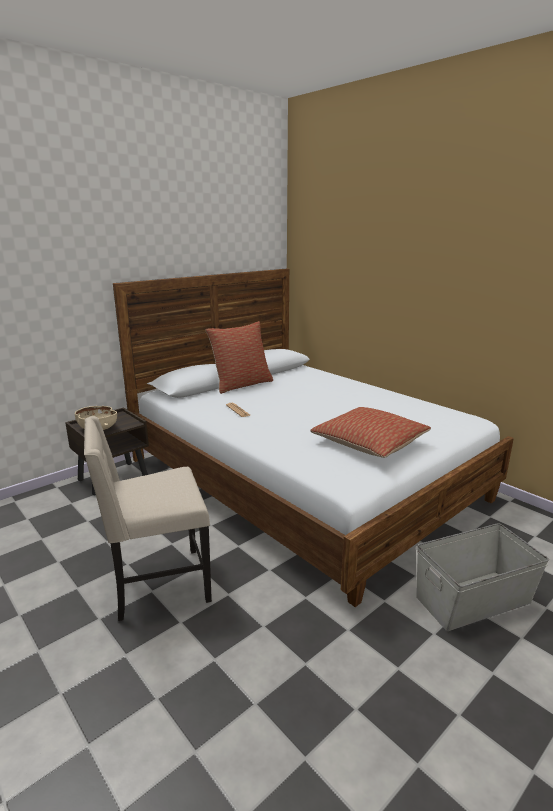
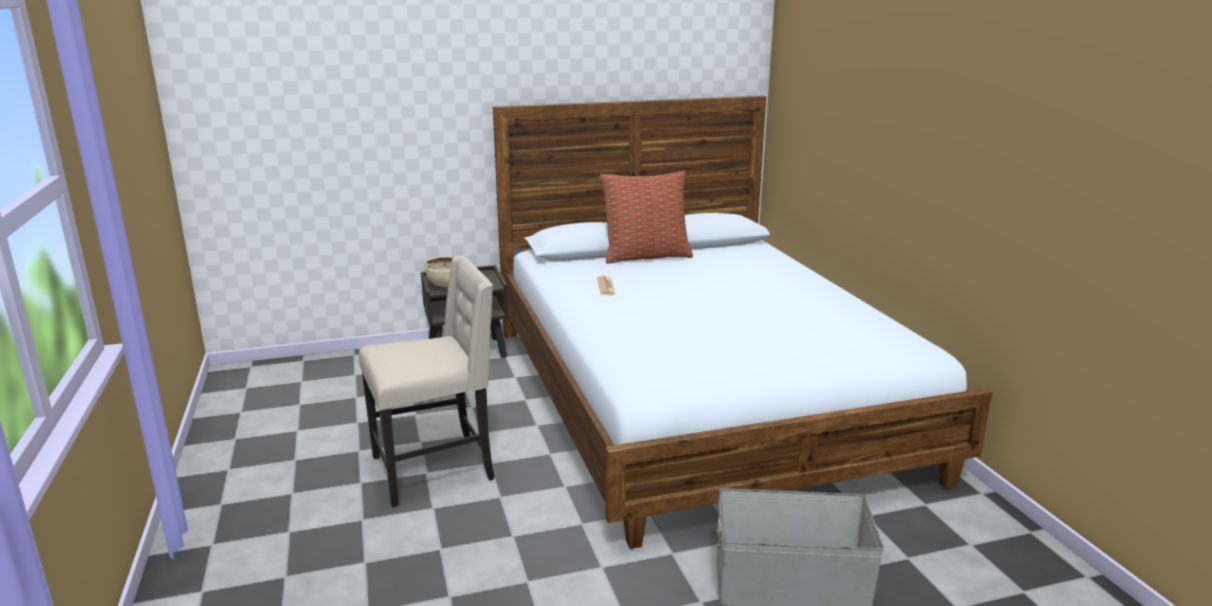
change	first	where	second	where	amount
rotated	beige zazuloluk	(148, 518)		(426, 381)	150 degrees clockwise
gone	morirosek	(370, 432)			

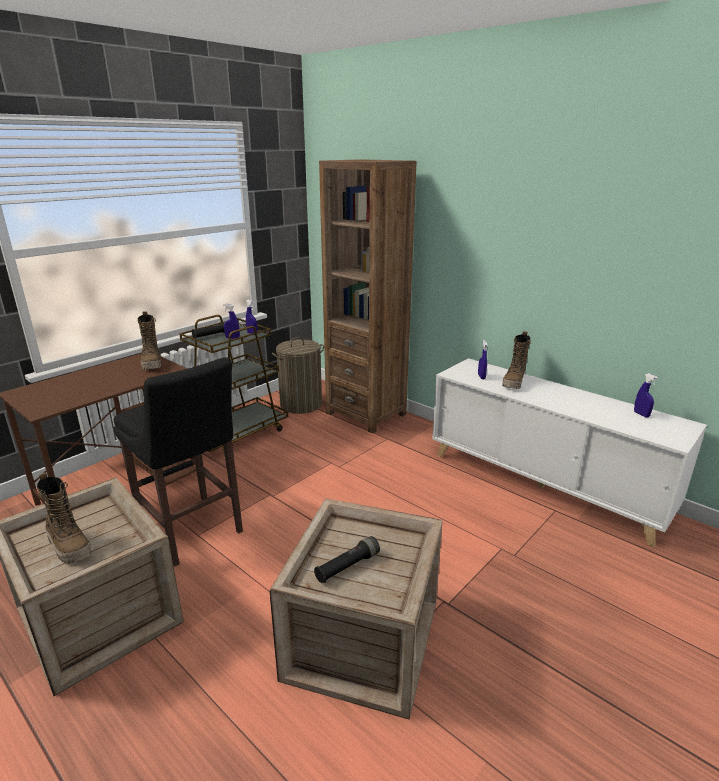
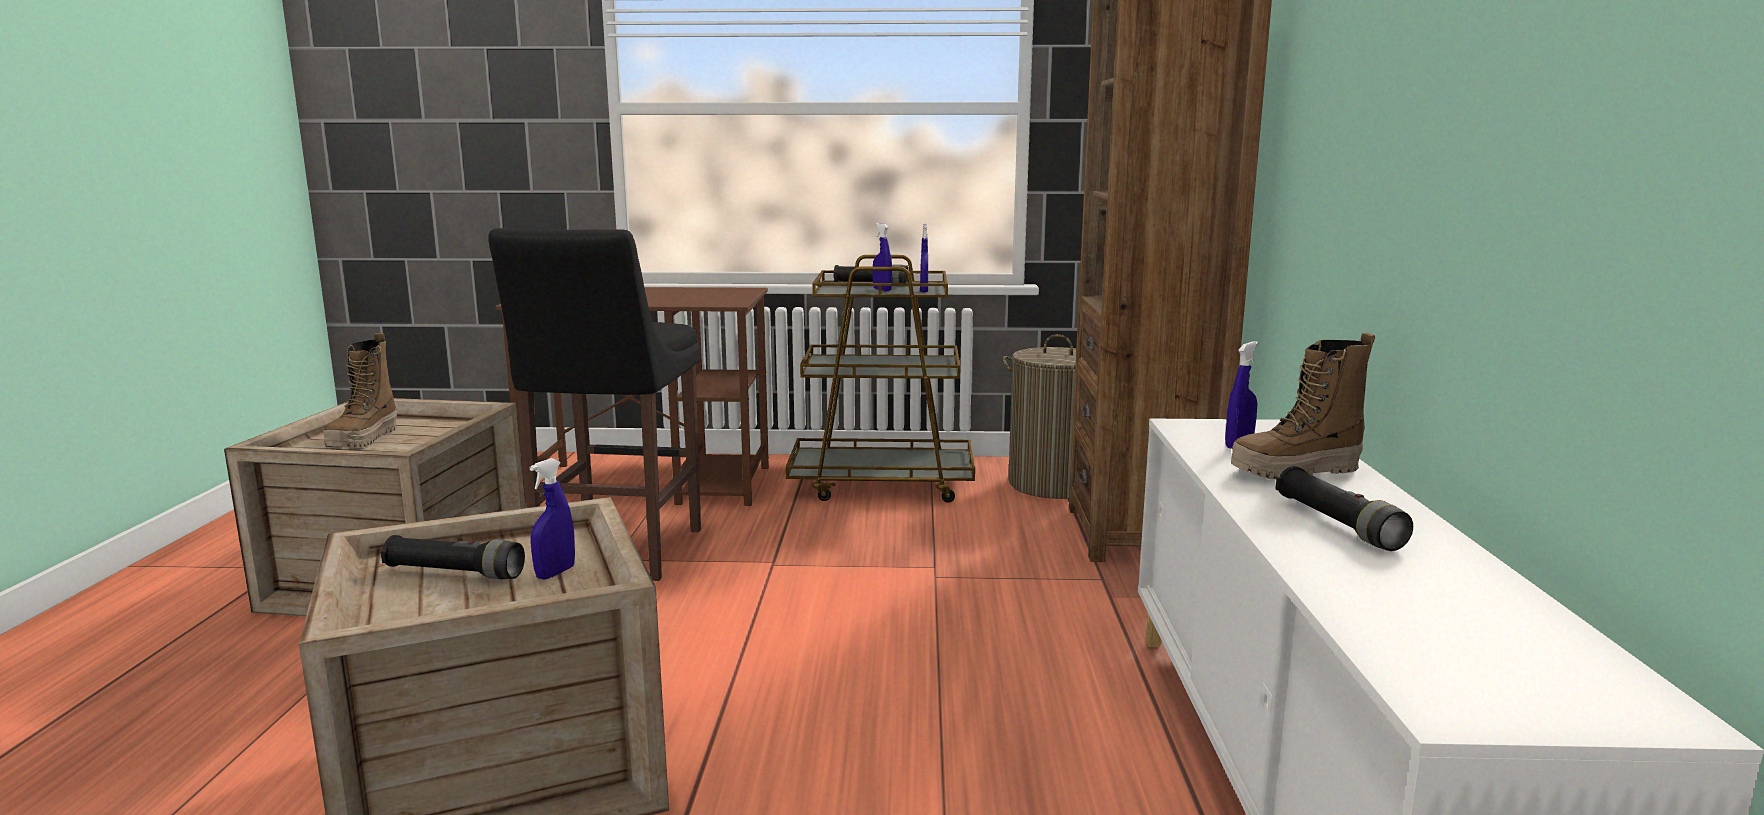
change	first	where	second	where	amount
gone	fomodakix	(149, 340)			
shifted	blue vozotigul	(646, 395)		(552, 519)	
new			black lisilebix	(1344, 508)	

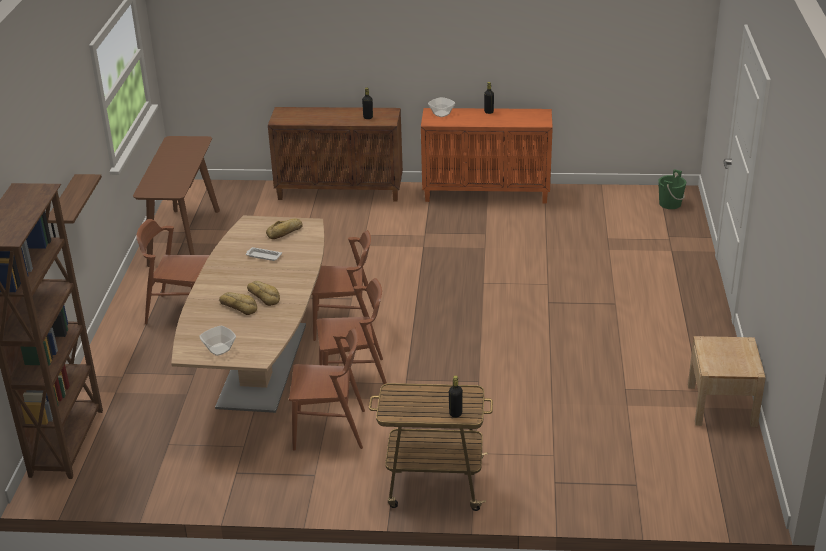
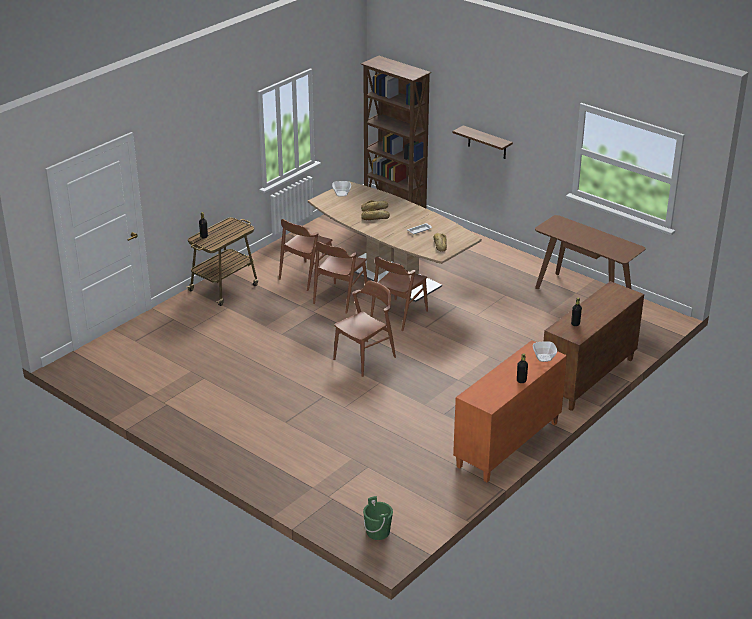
change	first	where	second	where	amount
shifted	brown zazuloluk	(173, 271)		(364, 328)	
gone	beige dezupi	(727, 381)			

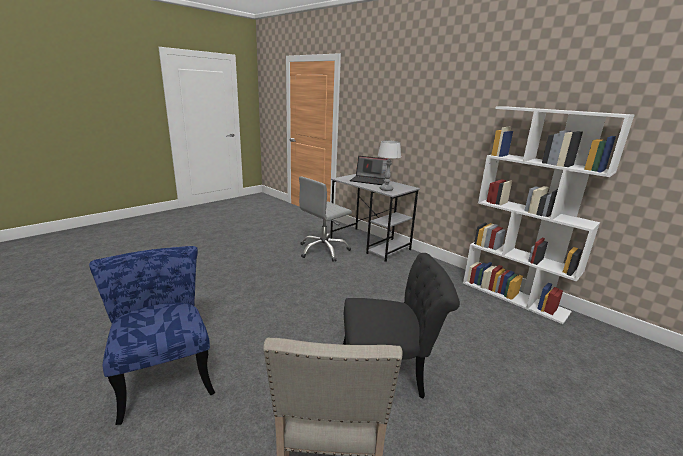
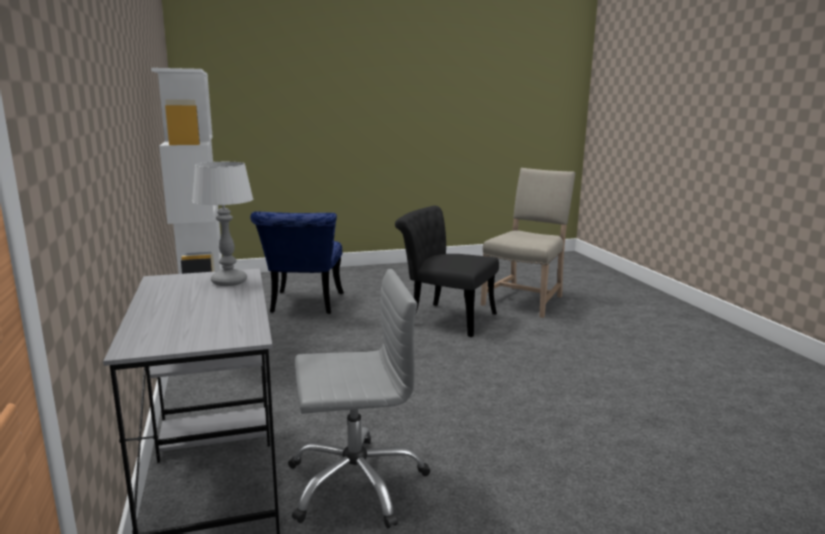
change	first	where	second	where	amount
shifted	blue zazuloluk	(152, 335)		(297, 262)	
gone	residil	(369, 170)			

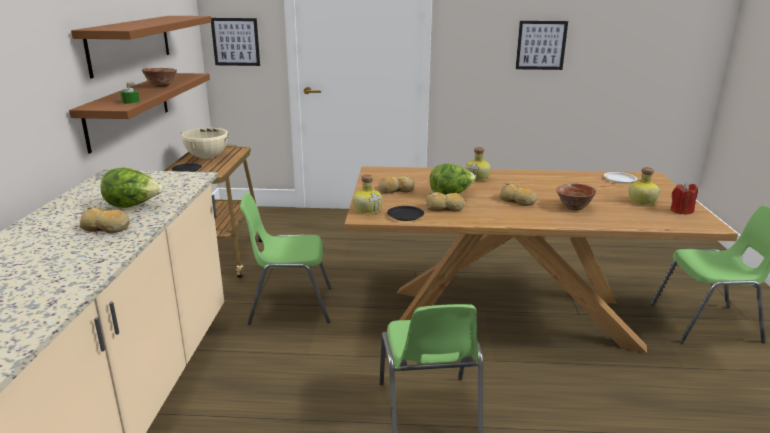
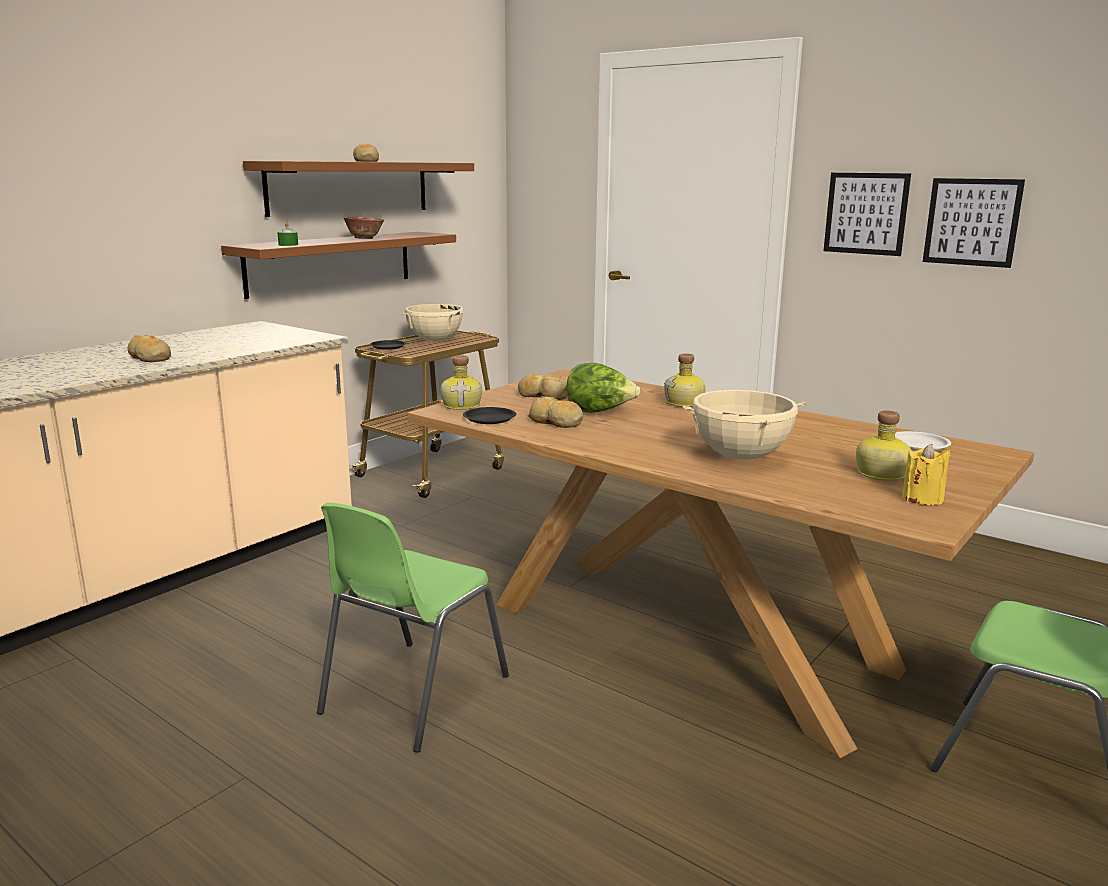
change	first	where	second	where	amount
gone	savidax	(131, 188)			
shifted	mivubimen	(235, 42)		(867, 214)	
gone	green zazuloluk	(285, 259)			
shifted	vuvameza	(518, 195)		(366, 153)	
swapped	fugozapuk	(576, 196)	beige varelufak	(744, 424)	
repainted	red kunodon	(684, 198)	yellow kunodon	(926, 474)	

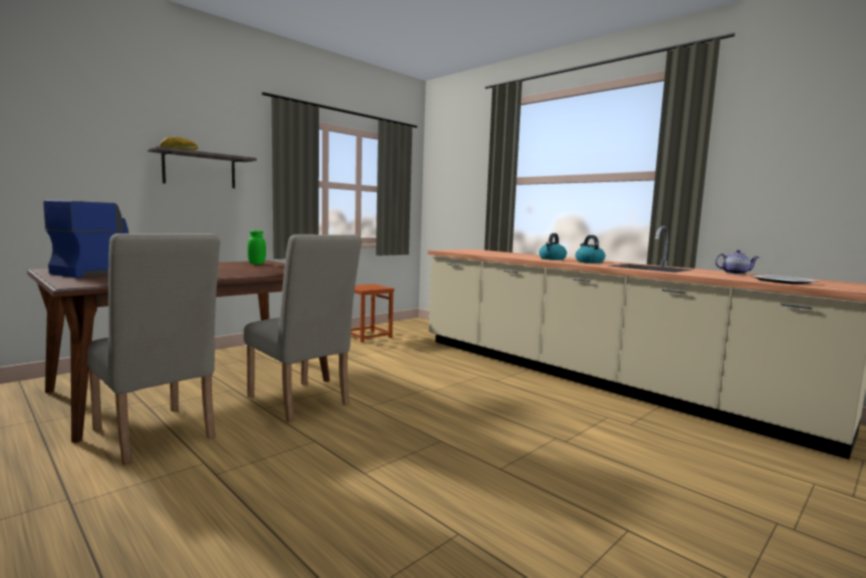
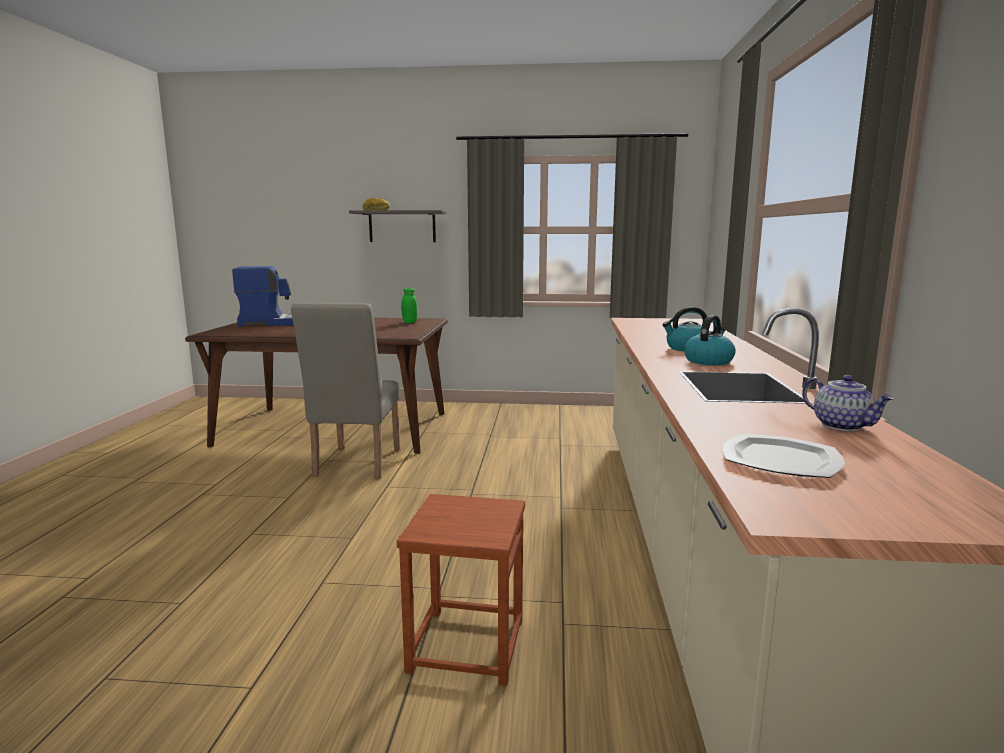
change	first	where	second	where	amount
gone	beige zazuloluk	(153, 349)			
shifted	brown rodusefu	(372, 313)		(461, 590)	

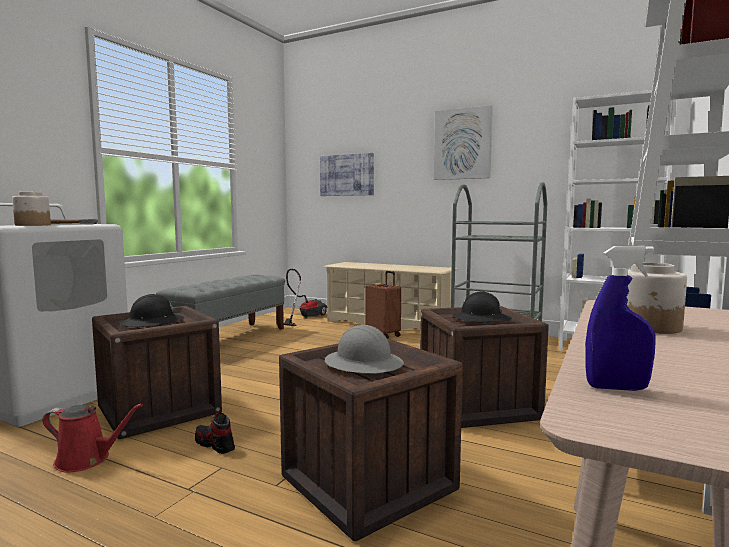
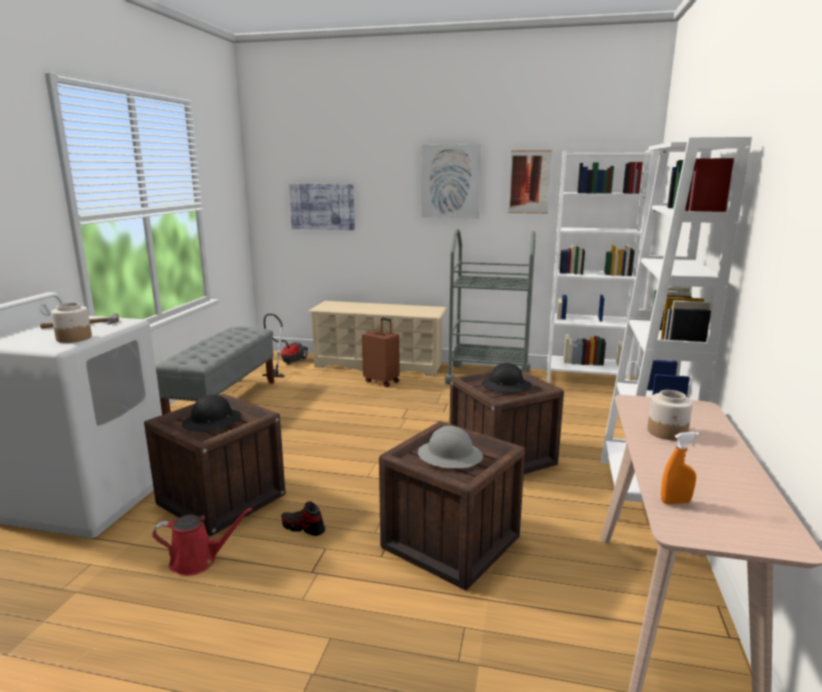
change	first	where	second	where	amount
repainted	blue vozotigul	(620, 318)	orange vozotigul	(680, 468)	
new			mivubimen	(530, 182)	

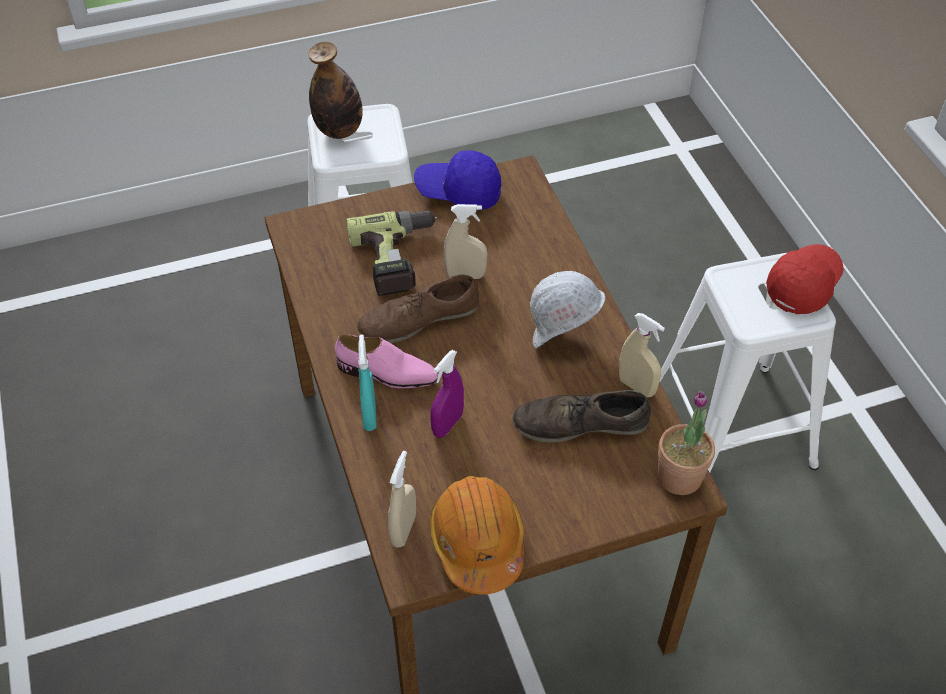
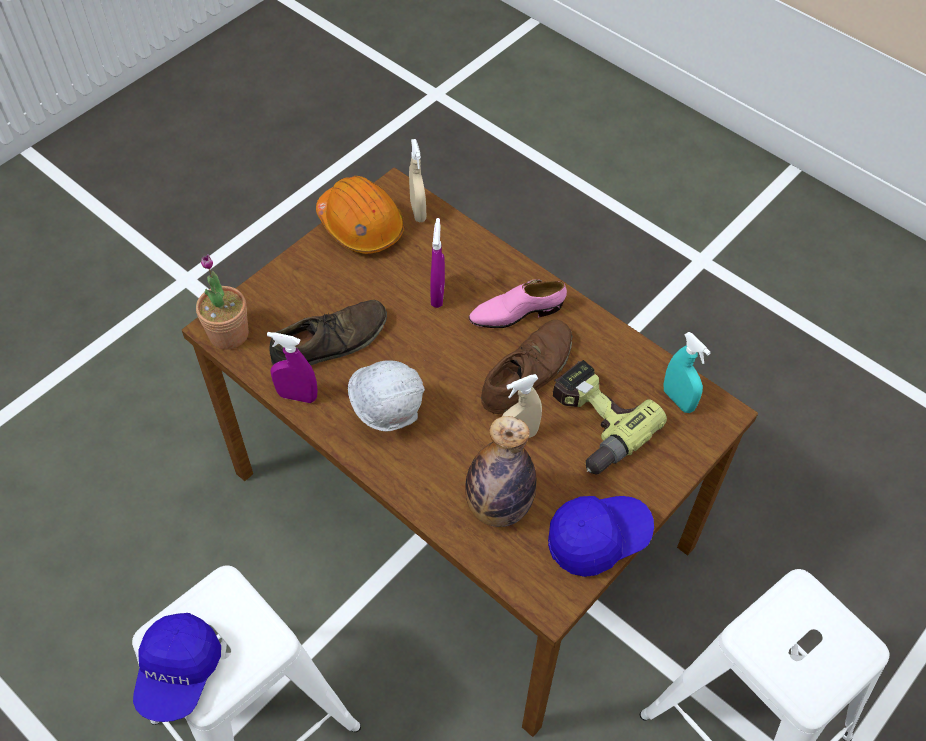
change	first	where	second	where	amount
shifted	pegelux	(335, 90)		(501, 471)	
shifted	turquoise vozotigul	(367, 382)		(687, 372)	
repainted	beige vozotigul	(642, 355)	purple vozotigul	(292, 367)	
repainted	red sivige	(805, 279)	blue sivige	(177, 667)	

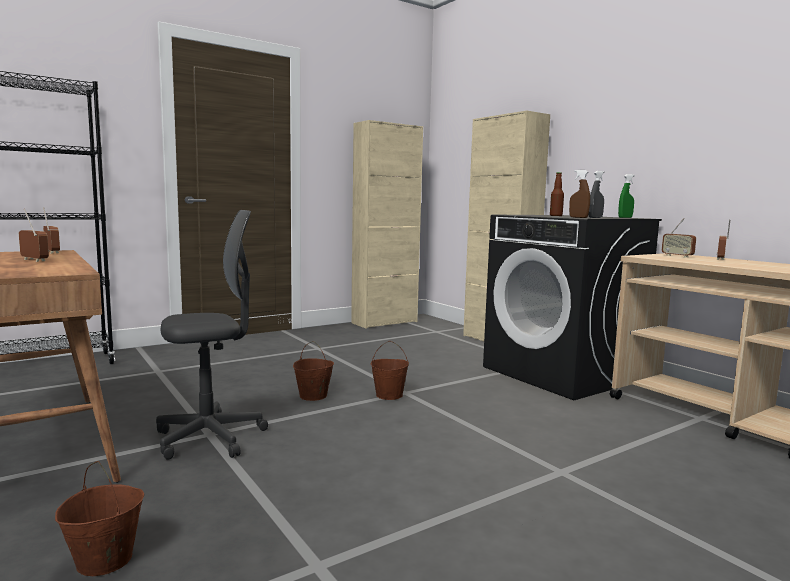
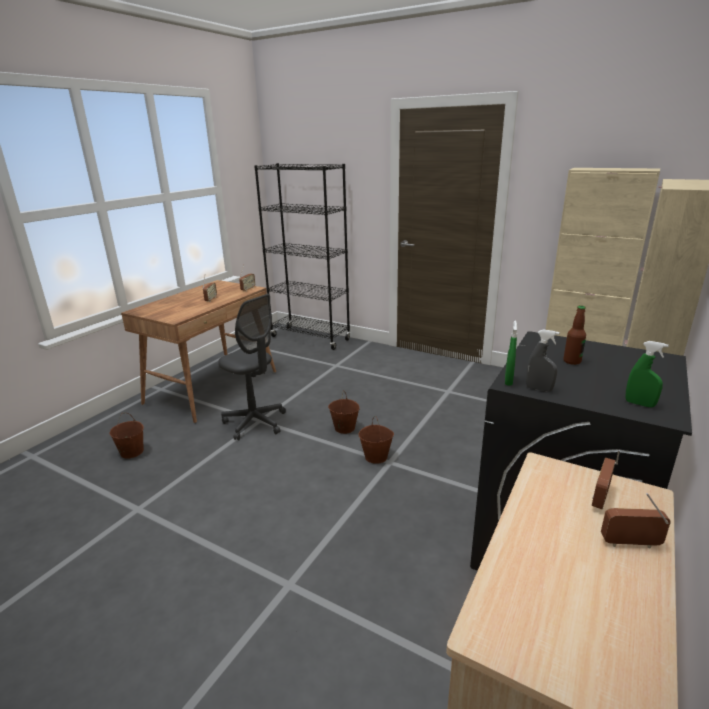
change	first	where	second	where	amount
repainted	brown vozotigul	(579, 194)	green vozotigul	(511, 353)	

